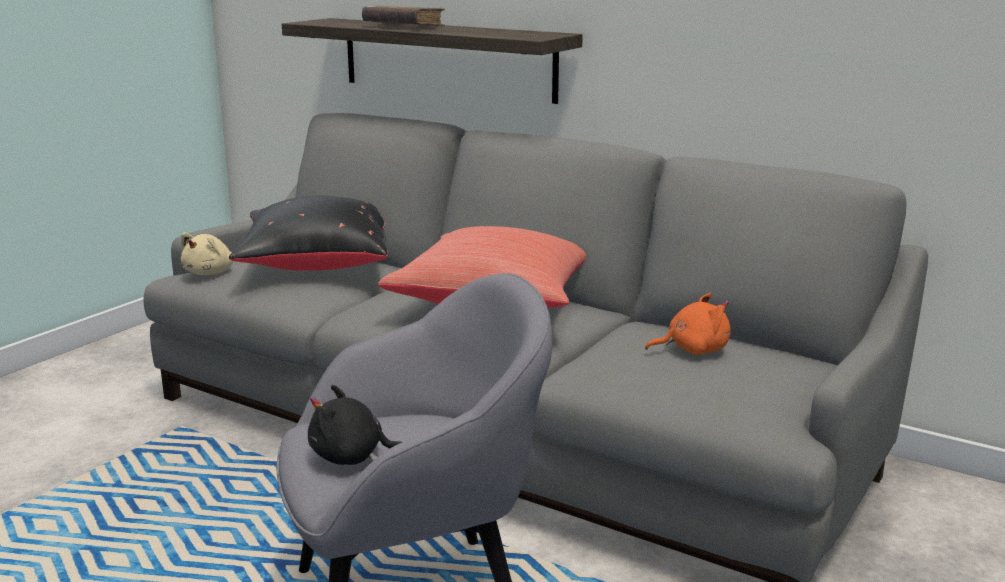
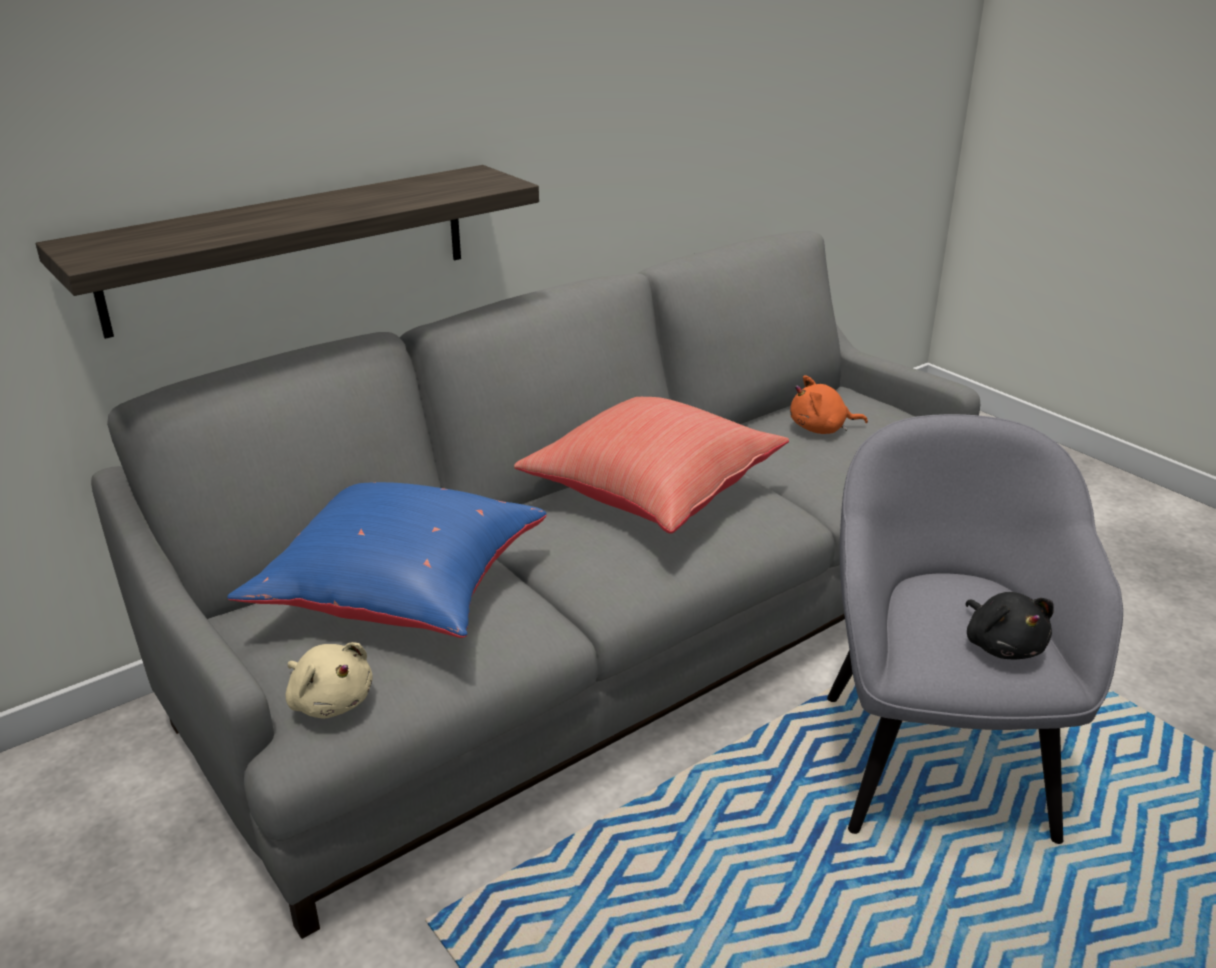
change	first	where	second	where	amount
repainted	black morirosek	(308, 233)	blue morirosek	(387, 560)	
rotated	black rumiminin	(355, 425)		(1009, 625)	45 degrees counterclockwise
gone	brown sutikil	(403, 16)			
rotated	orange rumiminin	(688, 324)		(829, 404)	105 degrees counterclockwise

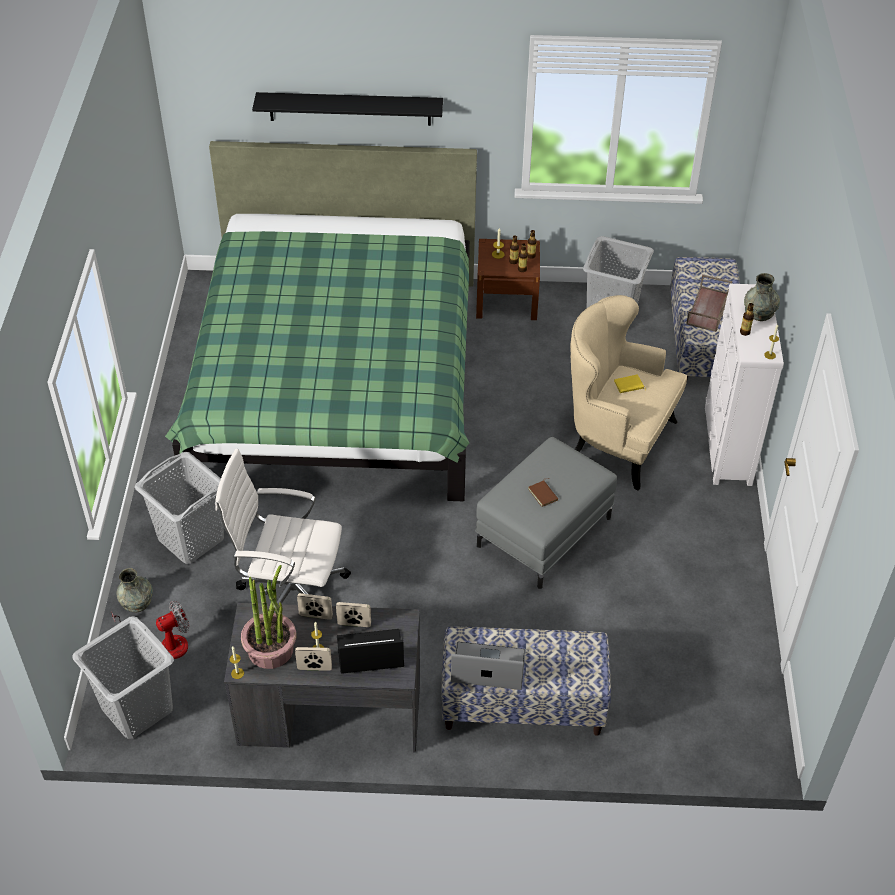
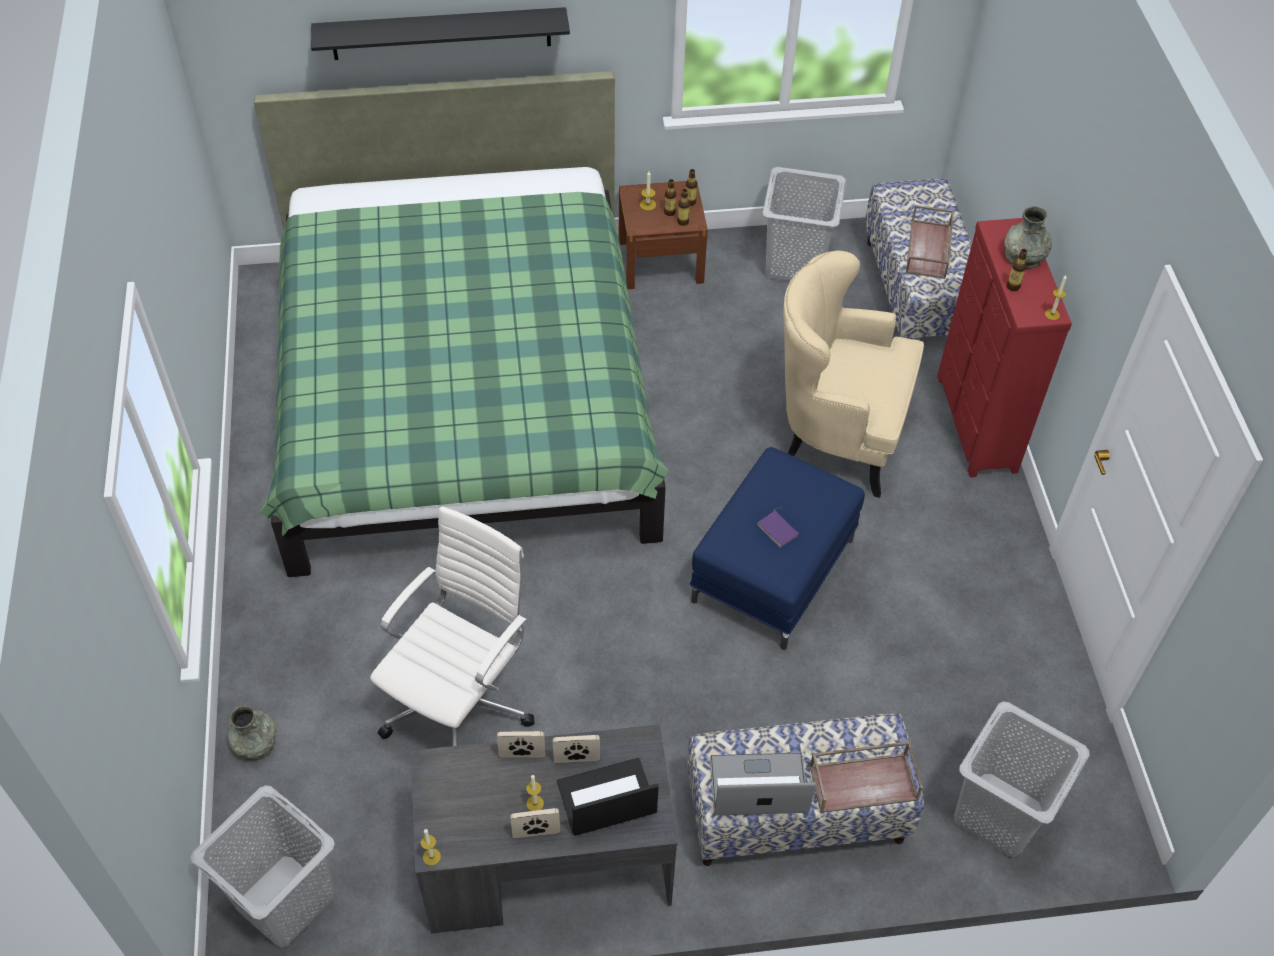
change	first	where	second	where	amount
gone	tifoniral	(150, 630)			
shifted	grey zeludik	(179, 508)		(1022, 779)	
rotated	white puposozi	(283, 526)		(452, 626)	120 degrees clockwise
gone	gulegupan	(268, 617)			
repainted	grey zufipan	(546, 513)	blue zufipan	(777, 548)	
repainted	brown sutikil	(543, 493)	purple sutikil	(778, 527)	
gone	yellow sutikil	(630, 383)			
repainted	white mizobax	(744, 385)	red mizobax	(1004, 348)	
new			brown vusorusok	(866, 777)	

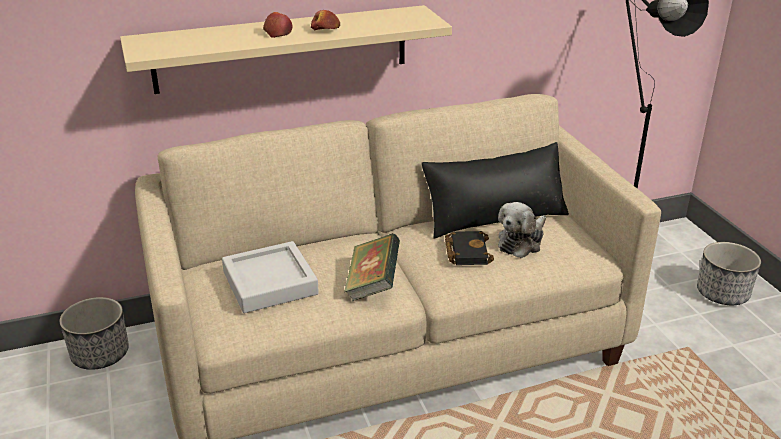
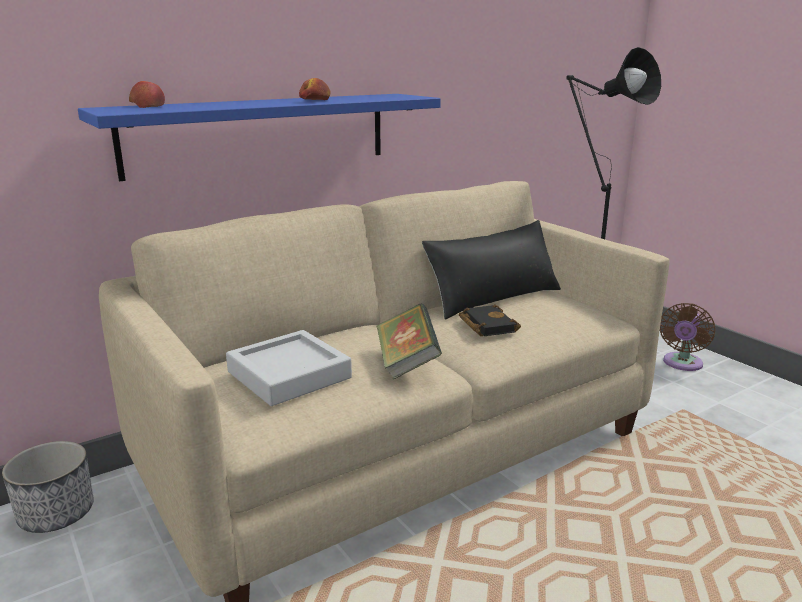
change	first	where	second	where	amount
repainted	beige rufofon	(286, 49)	blue rufofon	(259, 137)	
shifted	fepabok	(277, 25)		(147, 94)	
gone	rumiminin	(522, 230)			
swapped	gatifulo	(729, 273)	brown tifoniral	(687, 337)	

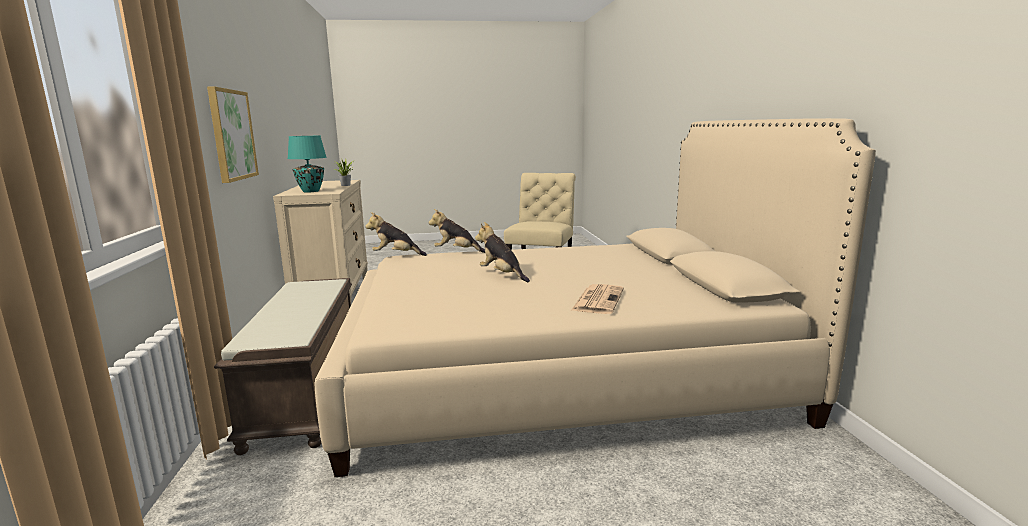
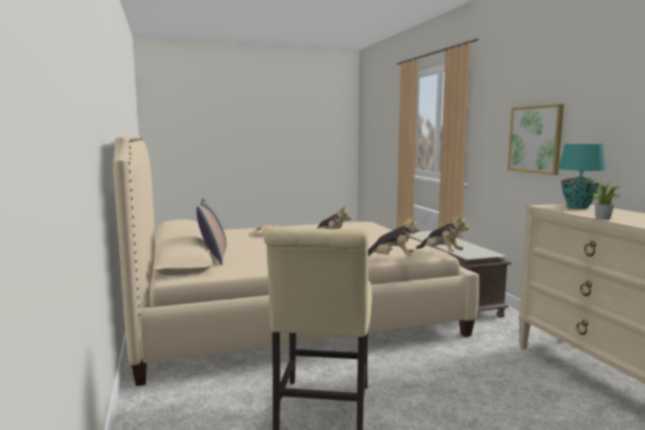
change	first	where	second	where	amount
rotated	rumiminin	(396, 234)		(442, 233)	45 degrees clockwise
new			morirosek	(211, 231)	

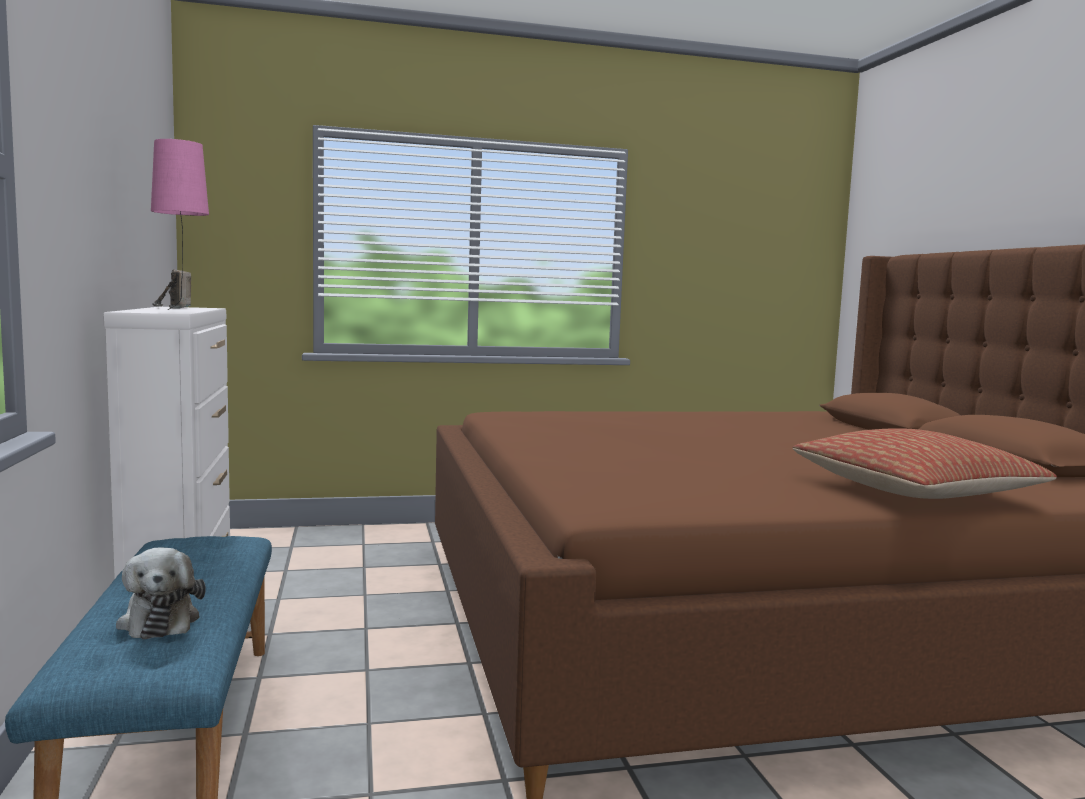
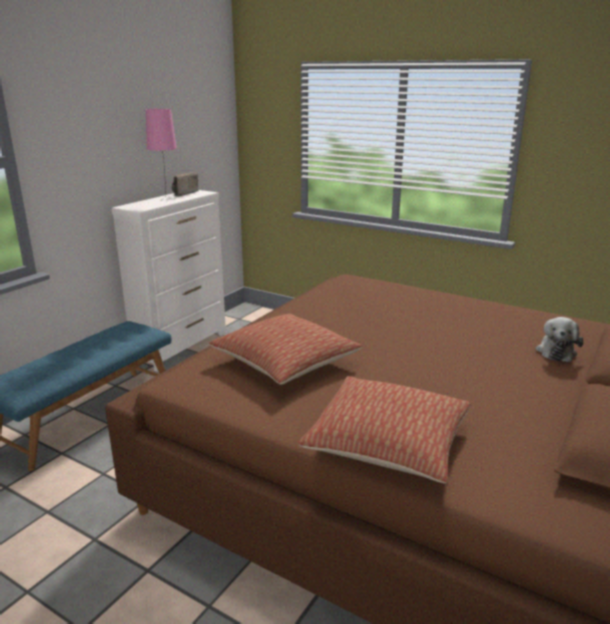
change	first	where	second	where	amount
shifted	rumiminin	(161, 593)		(559, 339)	
new			morirosek	(285, 349)	

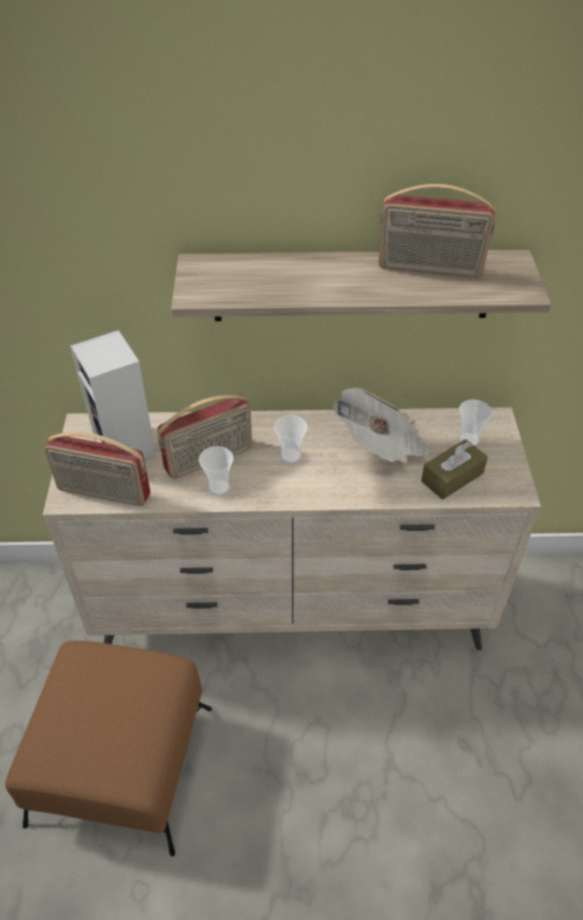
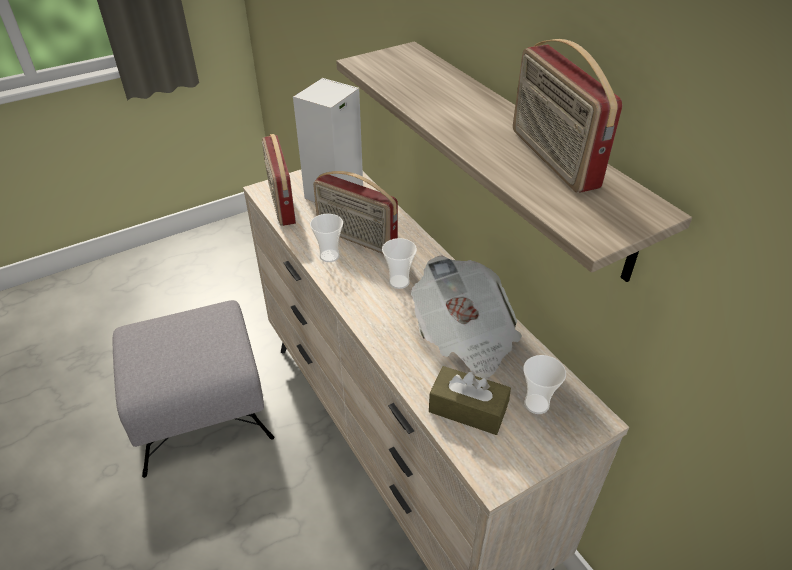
change	first	where	second	where	amount
repainted	brown zufipan	(108, 748)	grey zufipan	(193, 389)	

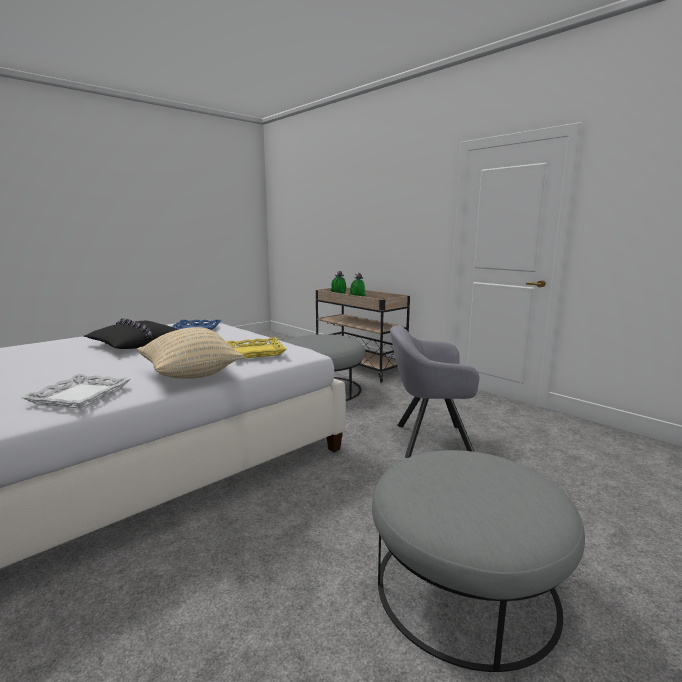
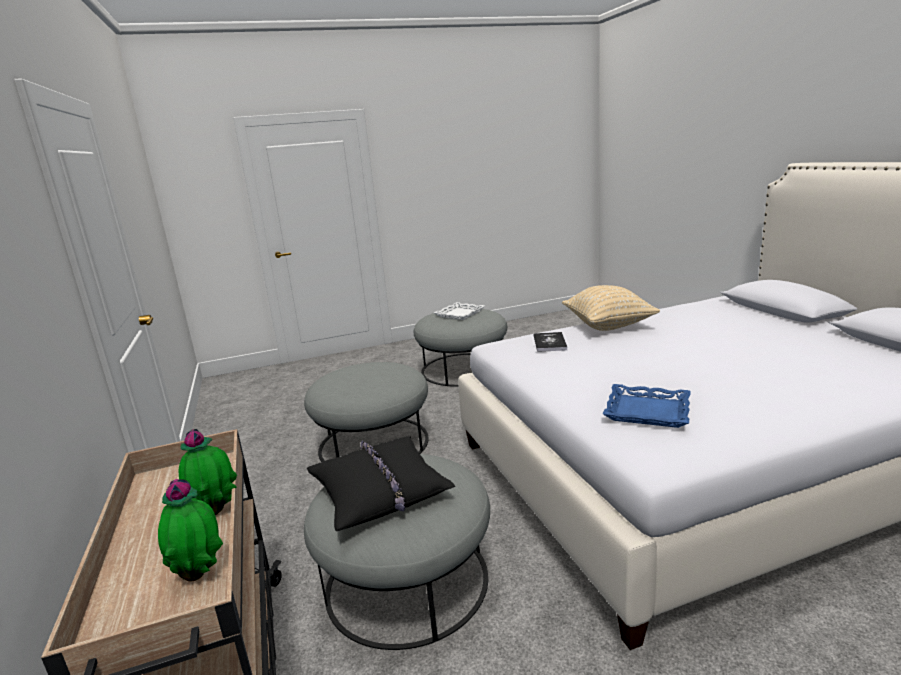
change	first	where	second	where	amount
shifted	white vusorusok	(75, 391)		(459, 311)	
shifted	black morirosek	(130, 333)		(381, 483)	
swapped	yellow vusorusok	(257, 348)	sutikil	(550, 342)	
swapped	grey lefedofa	(435, 392)	grey zufipan	(366, 412)	

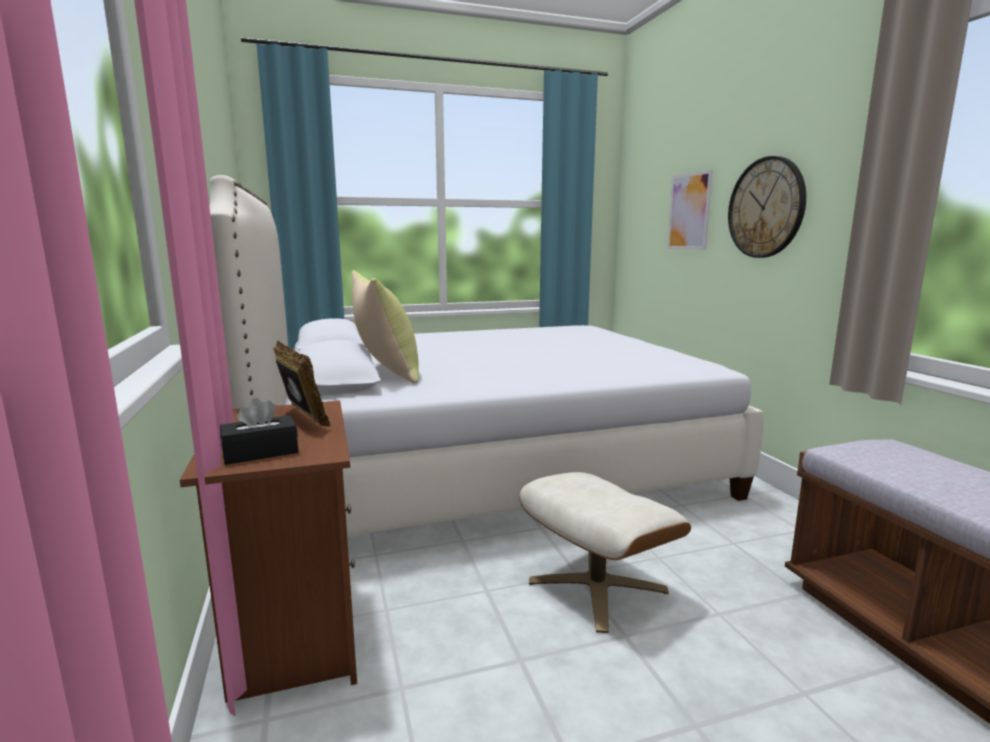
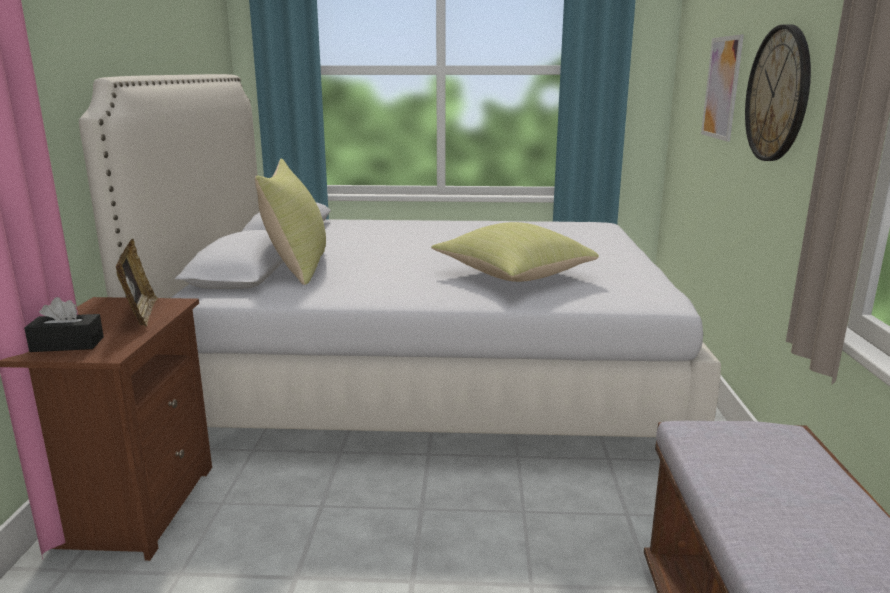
change	first	where	second	where	amount
gone	beige zufipan	(605, 552)			
new			yellow morirosek	(515, 252)	

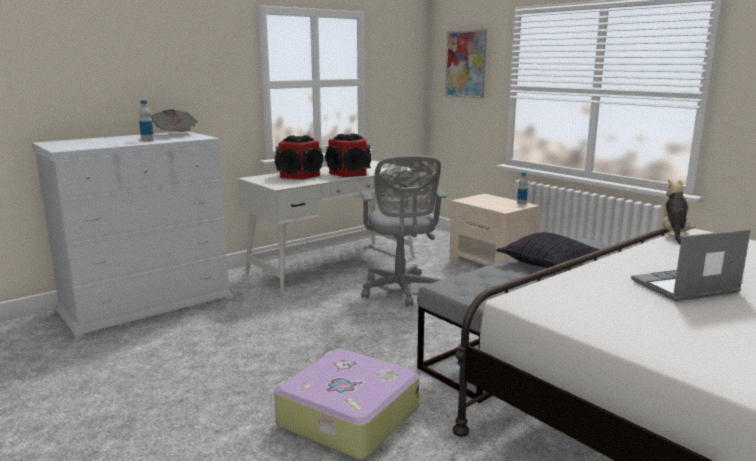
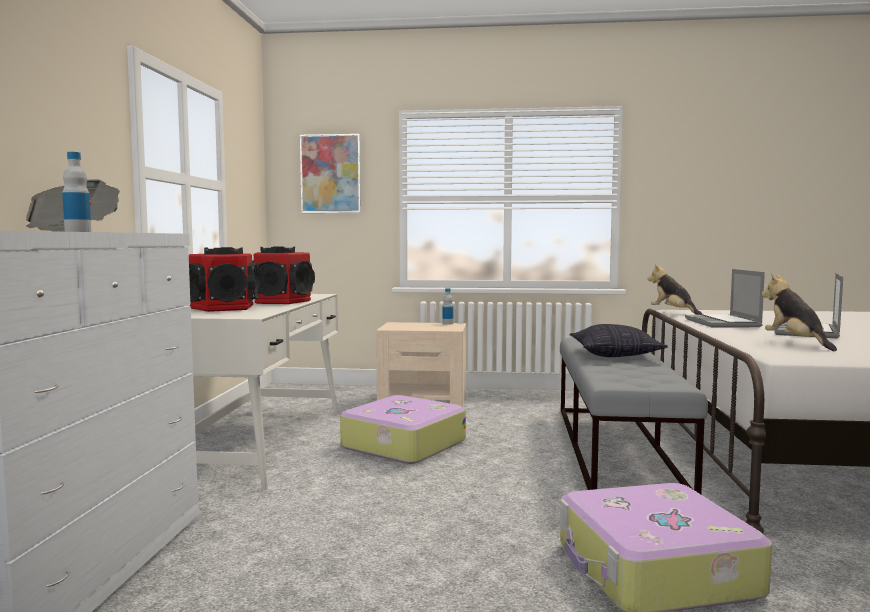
change	first	where	second	where	amount
swapped	grey puposozi	(403, 231)	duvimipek	(403, 429)	
new			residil	(725, 298)	
new			rumiminin	(799, 312)	

